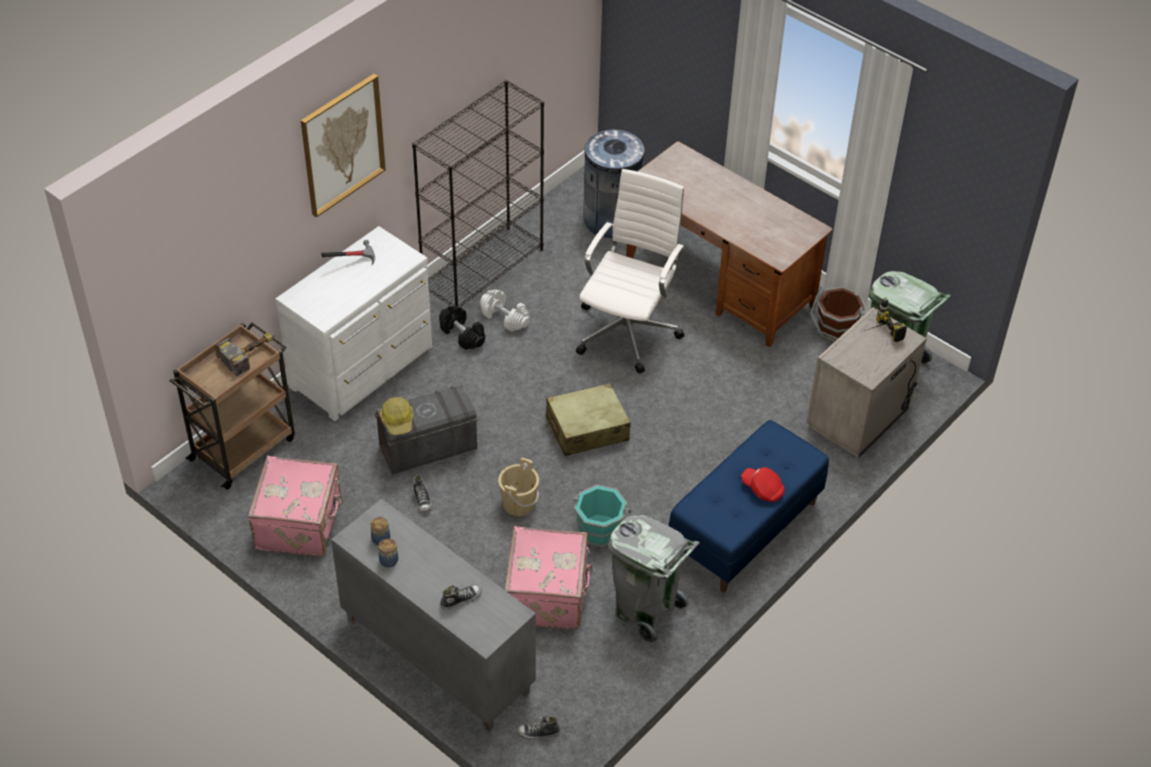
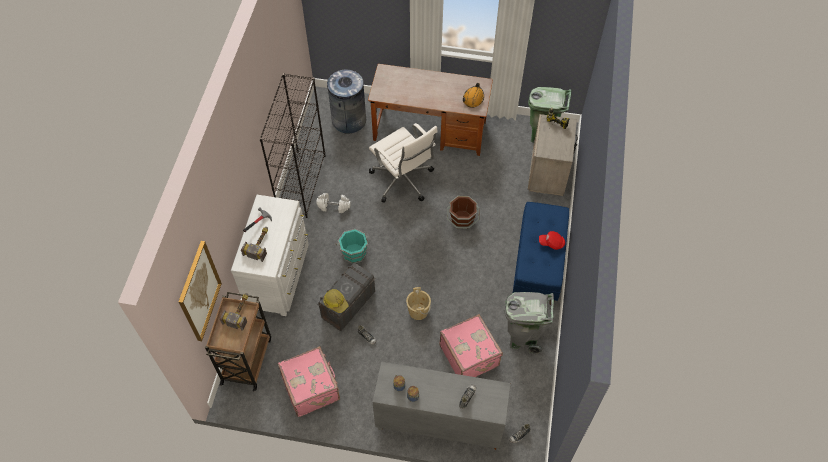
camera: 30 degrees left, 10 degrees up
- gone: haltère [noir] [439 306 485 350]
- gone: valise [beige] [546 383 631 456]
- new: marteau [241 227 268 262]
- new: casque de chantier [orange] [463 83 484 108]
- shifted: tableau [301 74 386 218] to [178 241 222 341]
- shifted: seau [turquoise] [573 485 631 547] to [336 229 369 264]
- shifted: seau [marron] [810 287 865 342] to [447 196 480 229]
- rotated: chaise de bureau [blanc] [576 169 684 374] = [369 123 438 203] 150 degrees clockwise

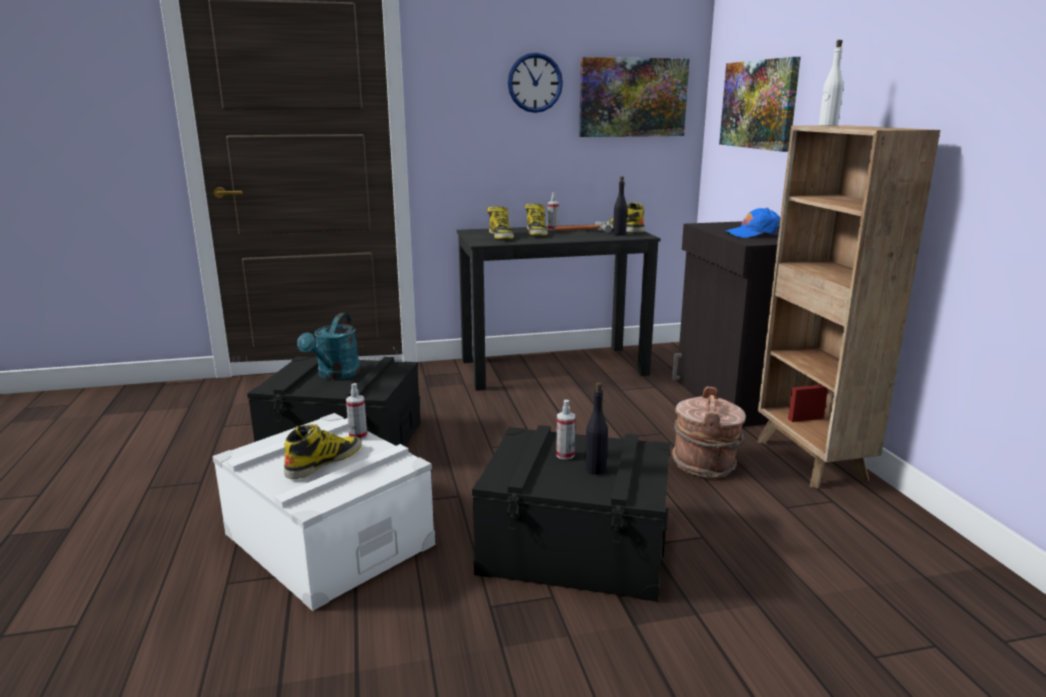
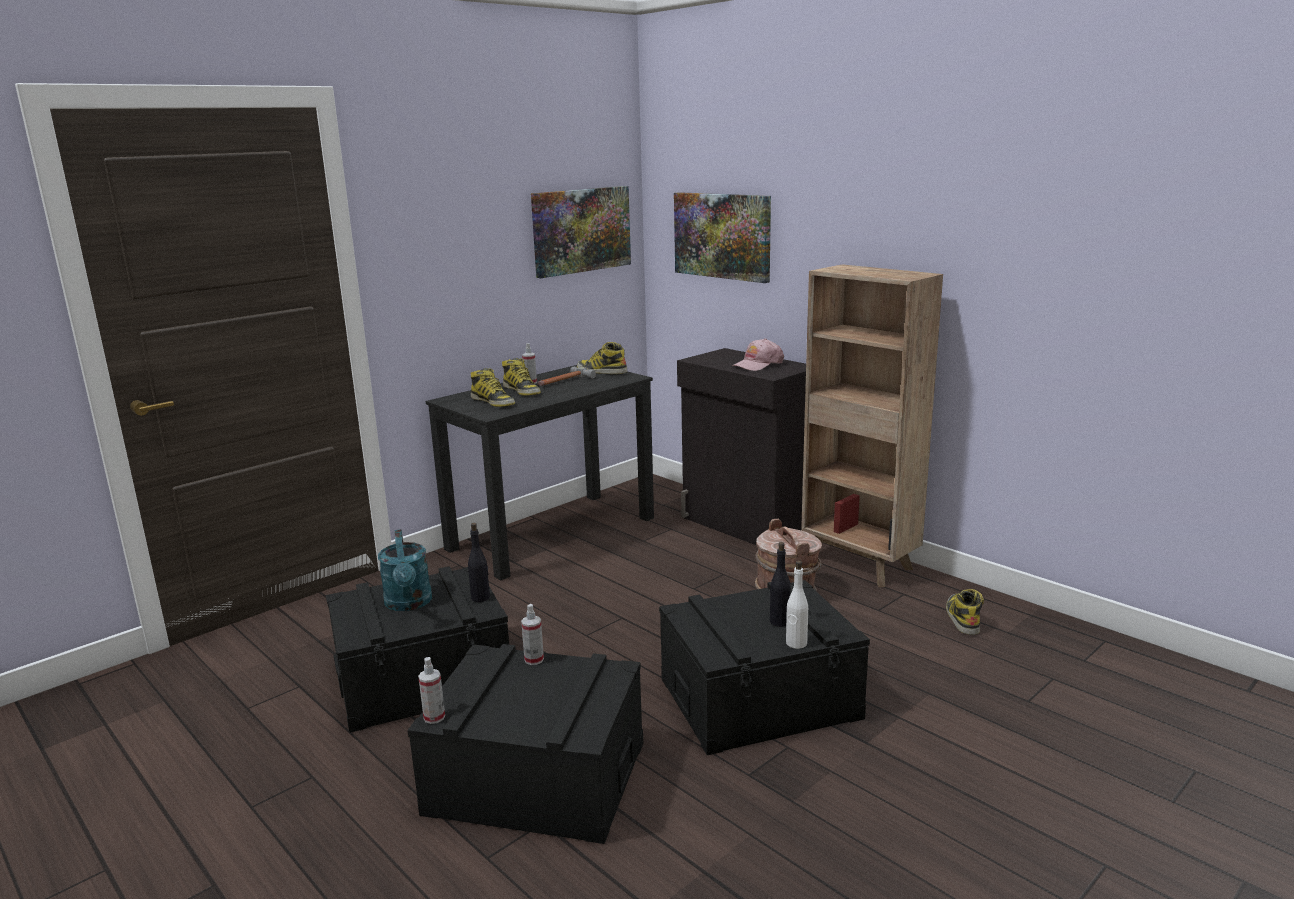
camera: 30 degrees left, 0 degrees up
- gone: horloge murale [508 53 563 113]
- shifted: botte [284 424 362 479] to [946 589 984 635]
- shifted: vaporisateur [556 400 575 460] to [418 657 445 724]
- shifted: bouteille [noir] [613 176 628 235] to [468 523 490 602]
- shifted: bouteille [blanc] [819 40 844 126] to [786 560 808 649]
- repainted: boîte de rangement [blanc] [212 413 435 611] to boîte de rangement [noir] [407 644 643 844]
- repainted: casquette [bleu] [725 208 780 238] to casquette [rose] [732 338 784 371]

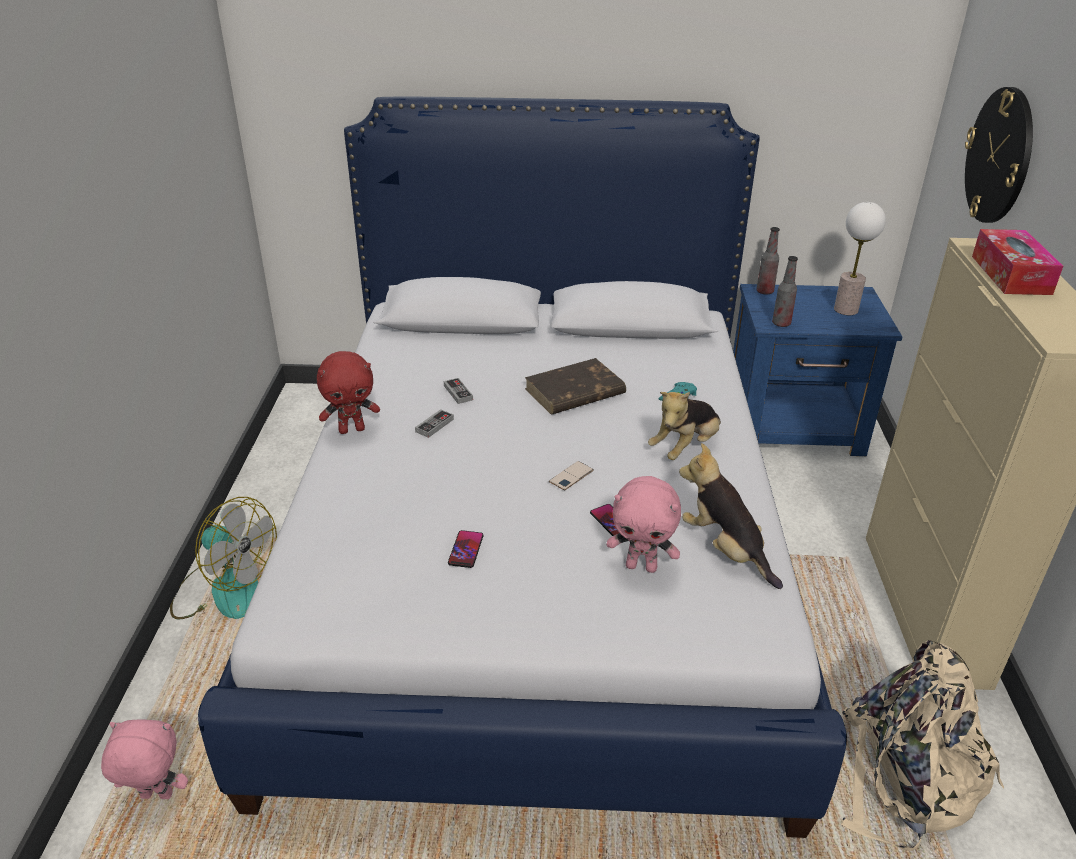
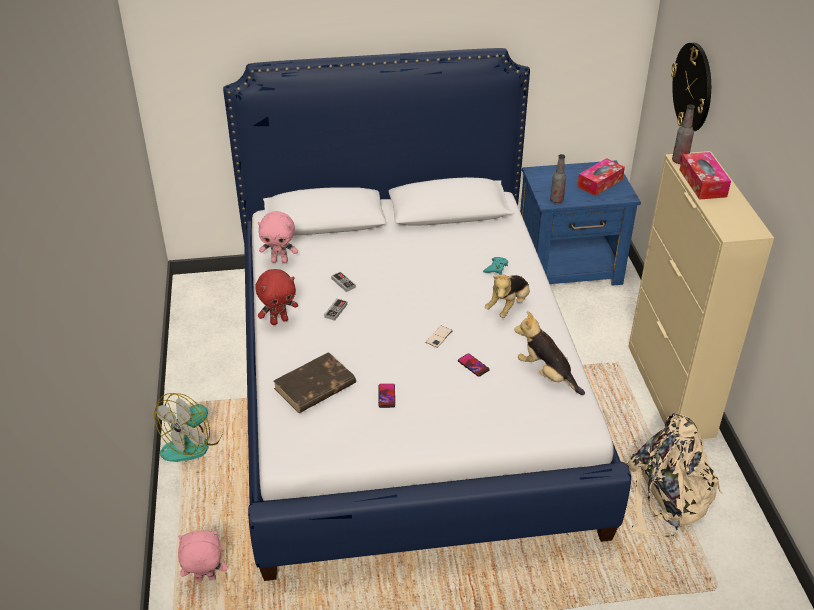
camera: 10 degrees left, 5 degrees up
- shifted: livre [marron] [525 358 626 415] to [273 352 356 413]
- shifted: peluche [rose] [606 476 681 573] to [258 211 298 263]
- shifted: bouteille [756 227 780 295] to [672 104 695 164]
- swapped: lampe de table [834 202 886 315] to boîte à mouchoirs [577 158 625 196]
- rotated: ventilateur [170 497 277 620] = [154 393 223 462] 105 degrees clockwise

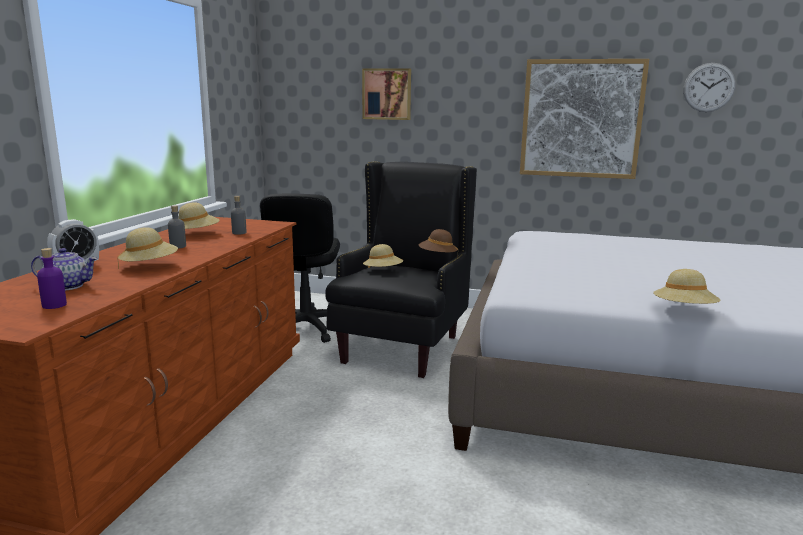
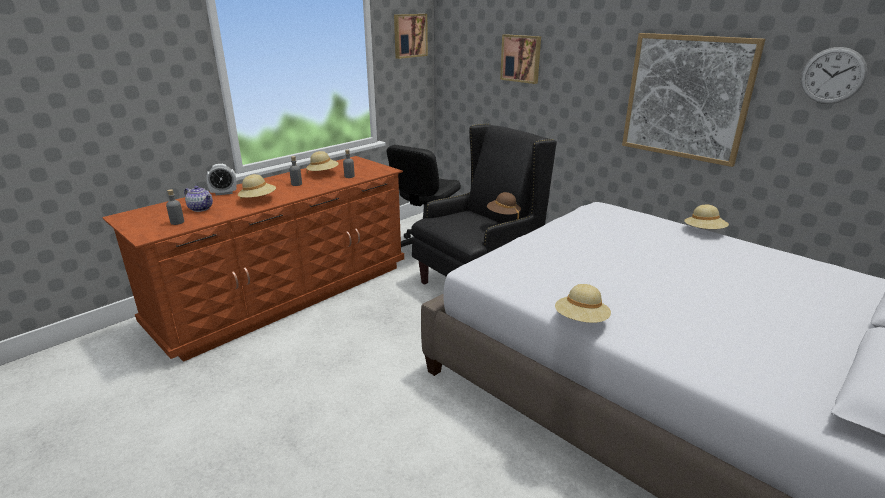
camera: 30 degrees right, 10 degrees up
- new: tableau [394 14 428 59]
- shifted: chapeau [beige] [363 244 403 268] to [684 205 729 229]
- repainted: bouteille [violet] [37 248 67 309] to bouteille [gris] [166 189 184 225]

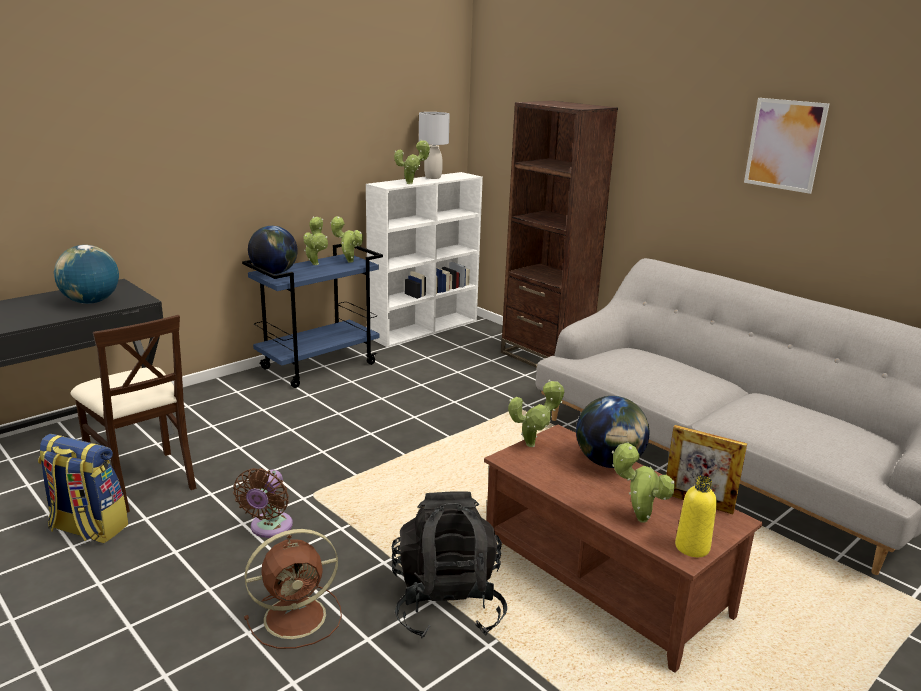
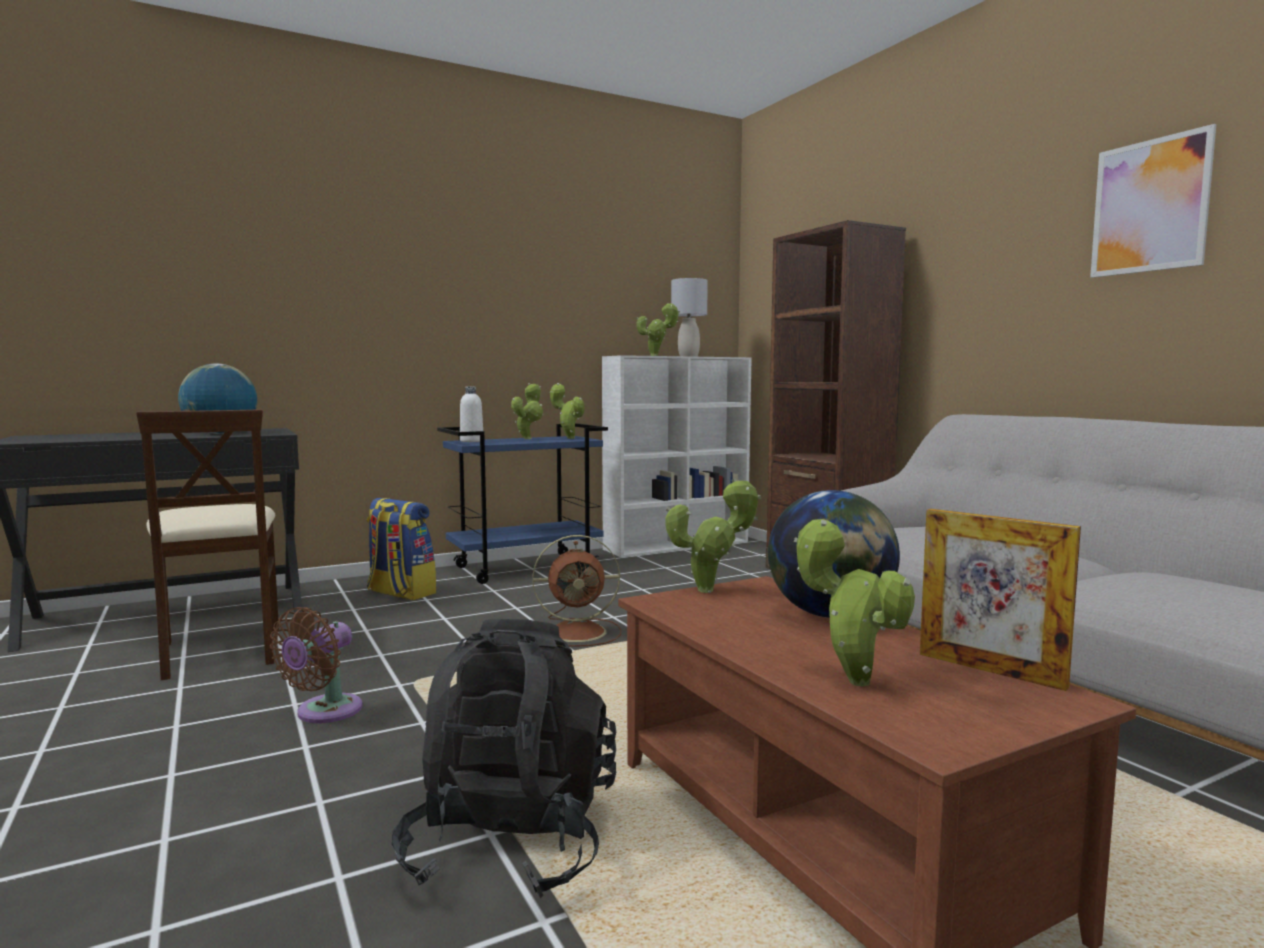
camera: 15 degrees right, 15 degrees down
- gone: bouteille [jaune] [675 476 717 557]
- shifted: sac à dos [38 434 128 543] to [367 498 436 600]
- shifted: ventilateur [marron] [244 529 342 649] to [532 535 621 647]
- swapped: globe [248 226 298 274] to bouteille [blanc] [460 387 483 442]

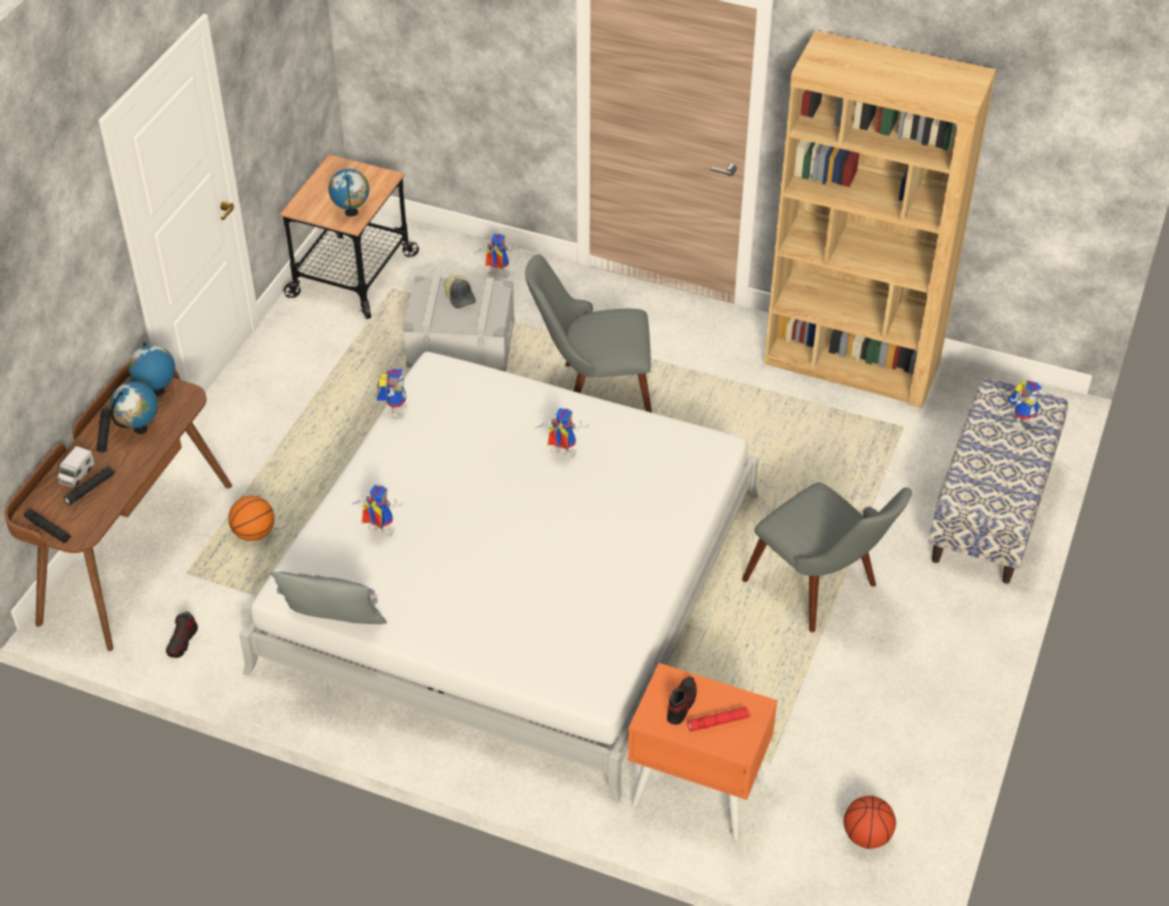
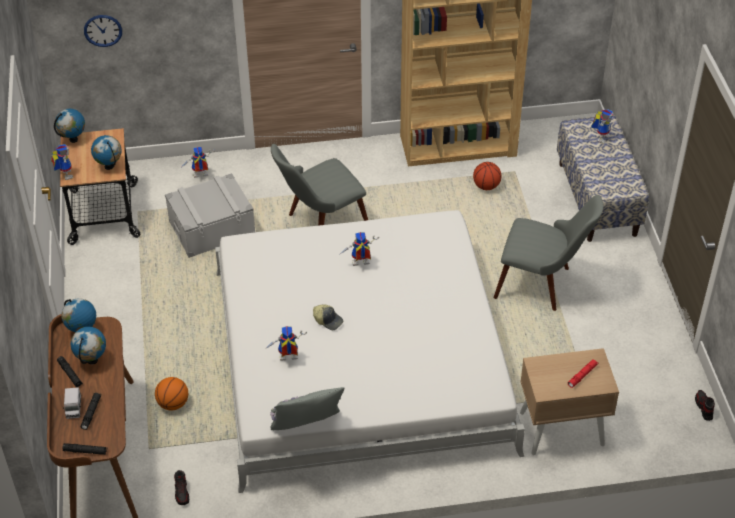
camera: 30 degrees left, 0 degrees up
- new: globe [54 109 85 143]
- new: horloge murale [84 15 122 47]
- shifted: robot jouet [376 368 408 420] to [51 144 73 180]
- shifted: casquette [444 275 476 309] to [313 304 343 330]
- shifted: chaussure [667 676 696 725] to [695 390 715 421]
- shifted: ballon de basket [844 796 896 849] to [473 162 501 190]
- repainted: table de chevet [orange] [628 663 778 840] to table de chevet [beige] [520 348 619 455]

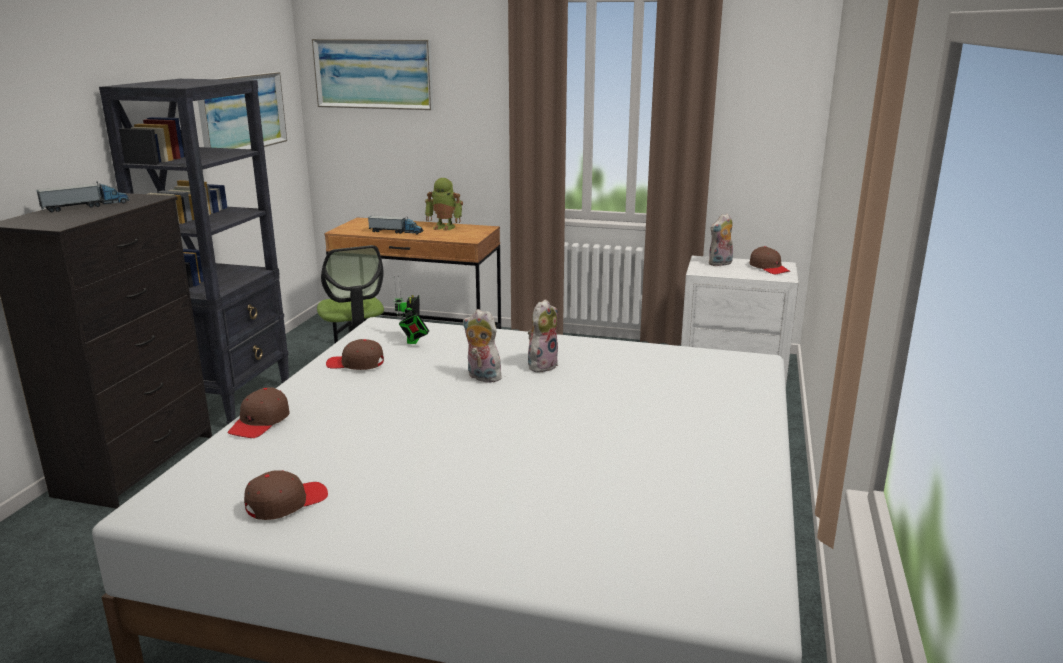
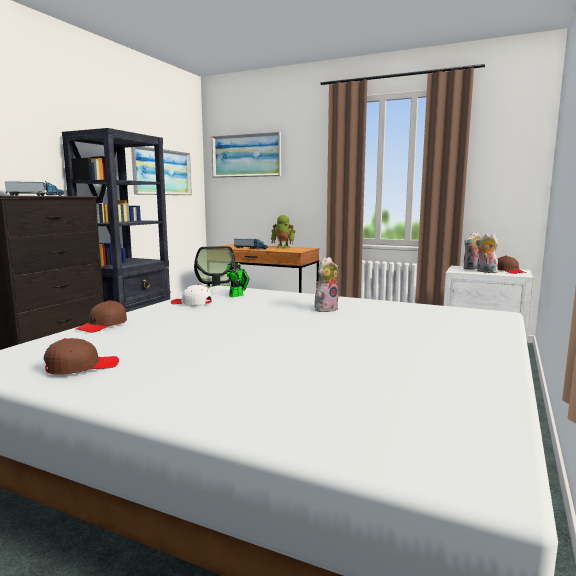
camera: 10 degrees right, 10 degrees down
- shifted: peluche [463 309 502 383] to [476 234 498 273]
- repainted: casquette [marron] [326 339 384 370] to casquette [blanc] [171 284 212 305]
- rotated: robot jouet [394 273 429 344] = [227 252 250 297] 150 degrees counterclockwise

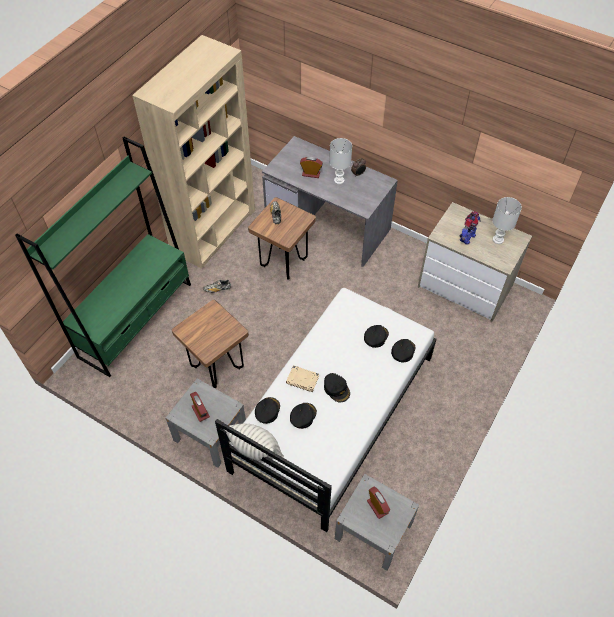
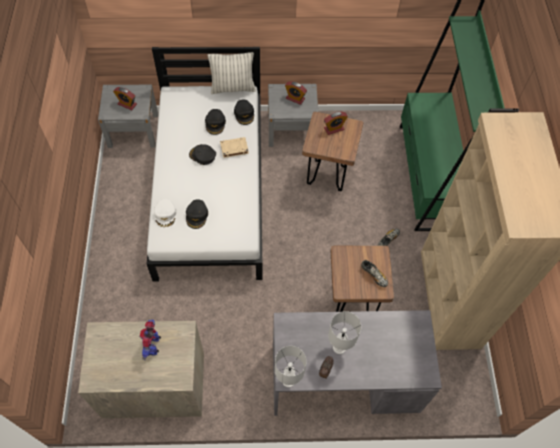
camera: 145 degrees right, 5 degrees up
- shifted: réveil [300 157 323 178] to [324 112 348 135]
- shifted: lampe de table [blanc] [492 197 522 244] to [275 346 307 387]
- repainted: casquette [noir] [391 339 415 362] to casquette [blanc] [154 199 176 228]

